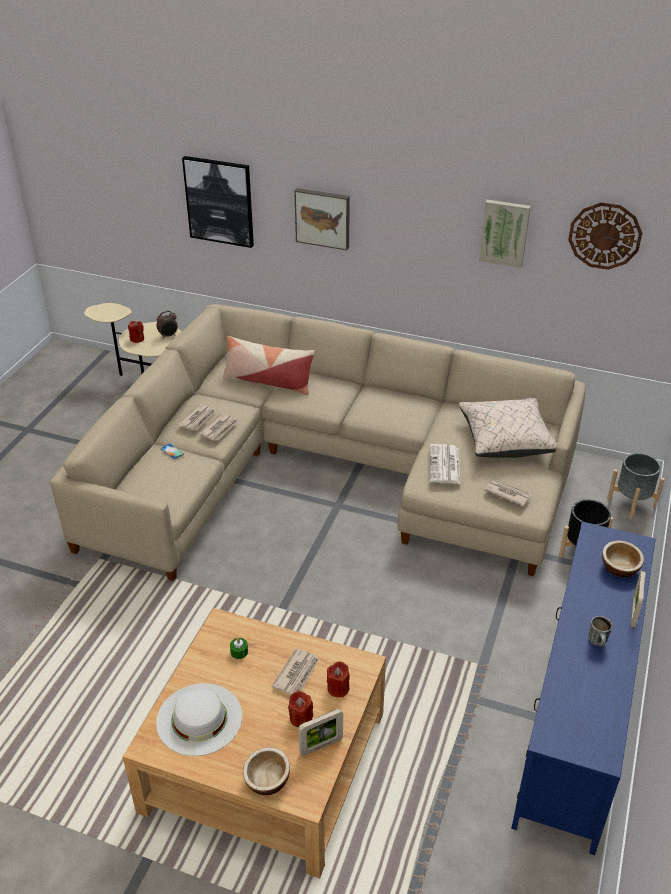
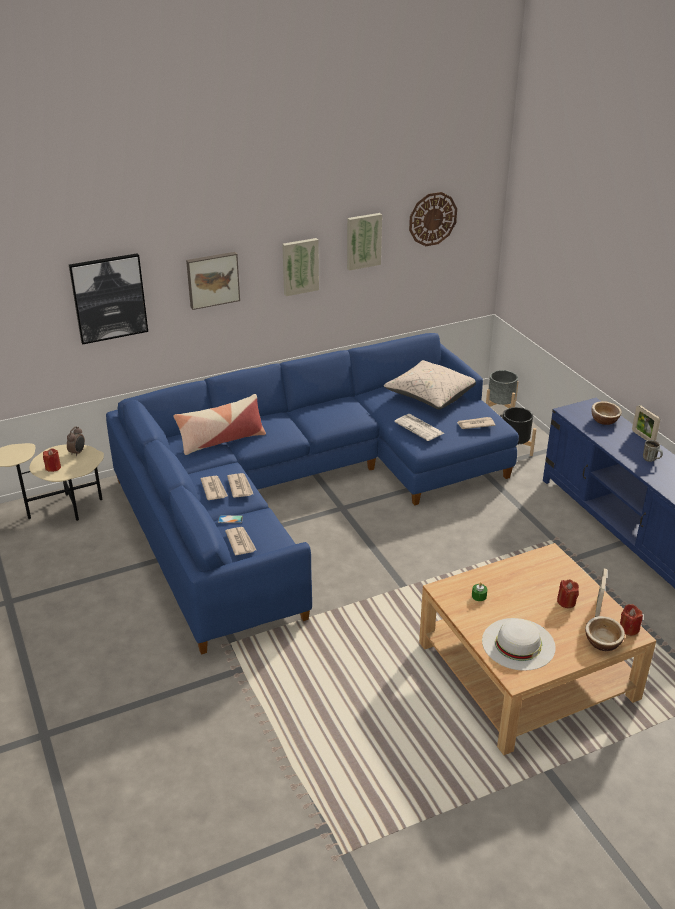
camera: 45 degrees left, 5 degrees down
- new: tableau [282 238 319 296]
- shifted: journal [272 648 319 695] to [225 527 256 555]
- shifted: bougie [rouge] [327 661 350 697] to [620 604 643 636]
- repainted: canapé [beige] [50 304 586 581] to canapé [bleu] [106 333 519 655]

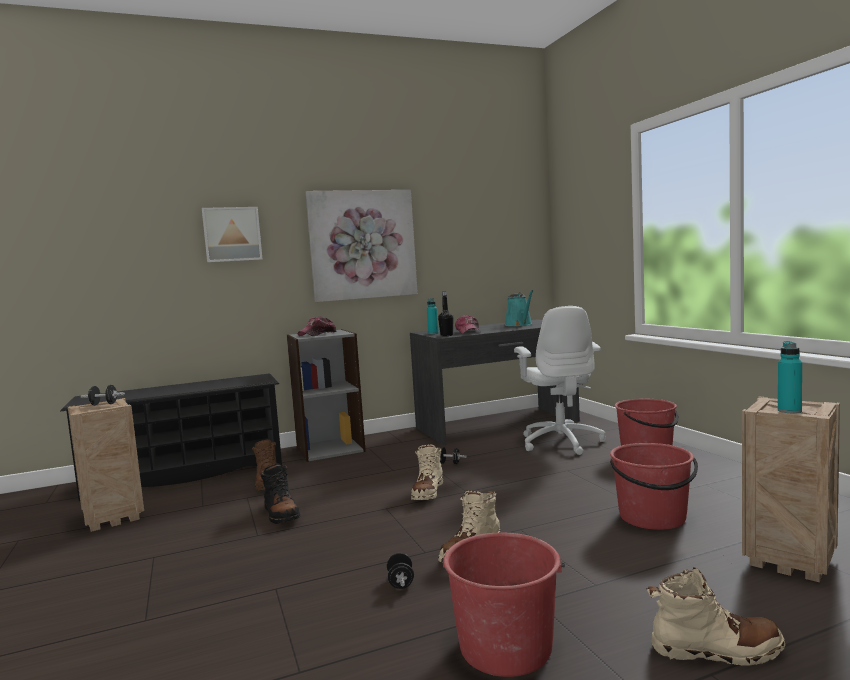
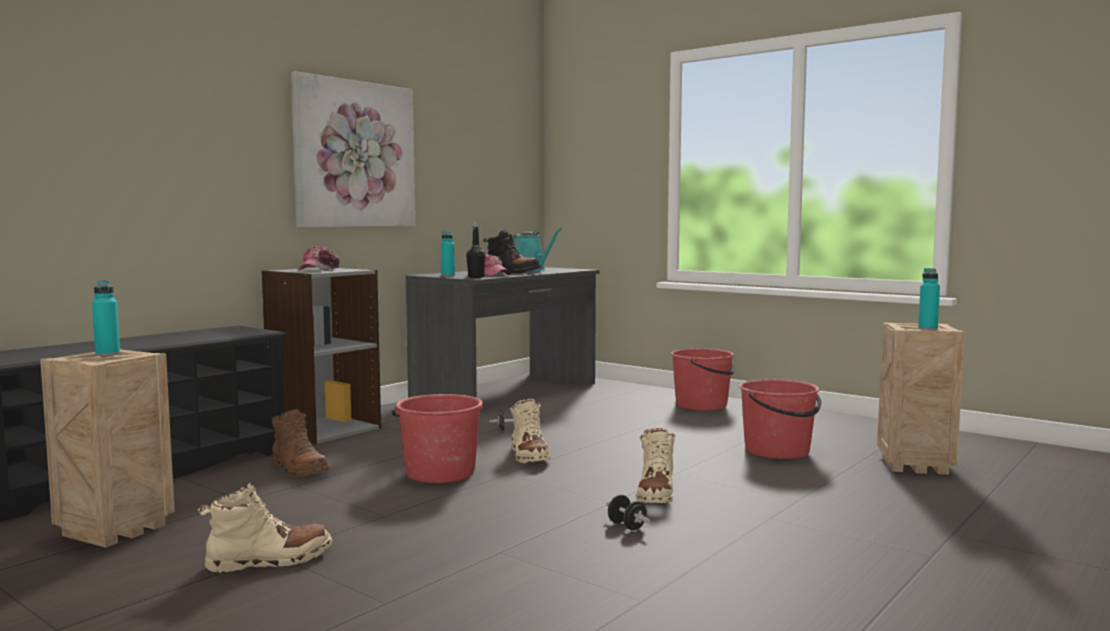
camera: 30 degrees left, 0 degrees up
- gone: tableau [202 207 262 263]
- gone: chaise de bureau [blanc] [514 306 606 455]
- shifted: botte [noir] [261 463 301 524] to [483 230 541 273]
- shifted: seau [rouge] [441 533 565 677] to [392 394 484 483]
- shifted: botte [beige] [647 567 785 666] to [198 482 332 573]
- swapped: haltère [noir] [81 385 125 405] to bouteille [turquoise] [92 280 120 356]

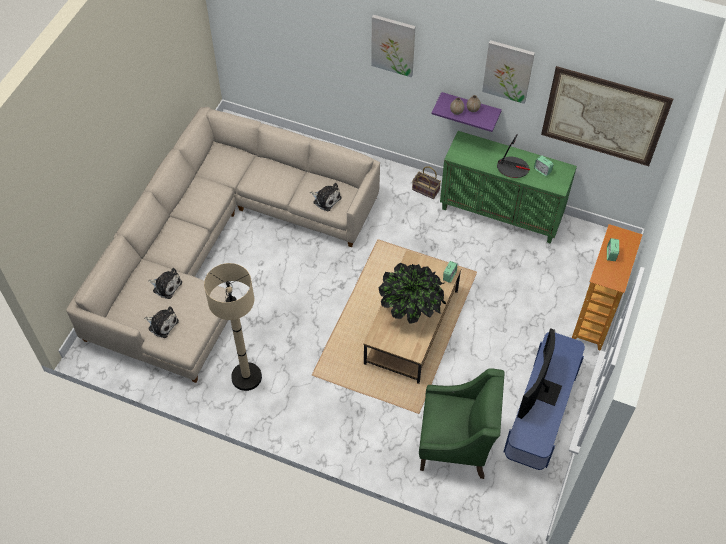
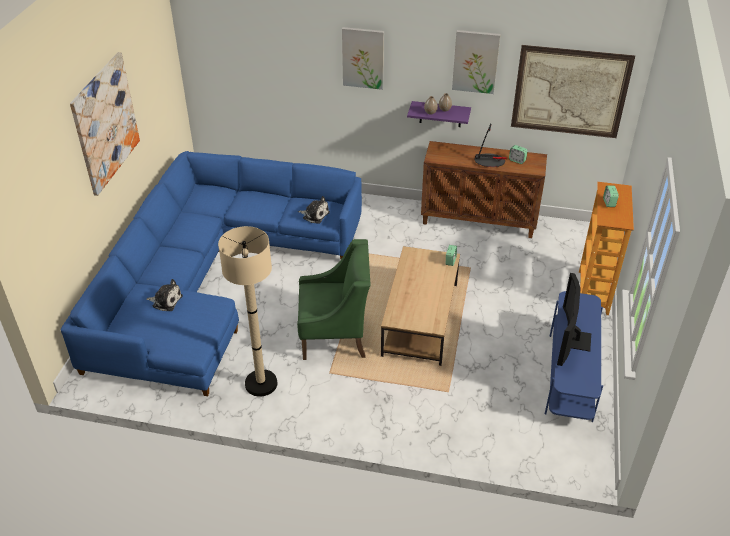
camera: 10 degrees left, 15 degrees down
- gone: peluche [144 306 179 338]
- gone: plante en pot [379 263 446 323]
- gone: panier [412 166 441 199]
- new: tableau [70 52 140 196]
- shifted: fauteuil [vert] [419 368 505 479] to [297 239 371 360]
- repainted: canapé [beige] [66 107 380 383] to canapé [bleu] [61 151 362 396]
- repainted: meuble de rangement [vert] [440 131 577 244] to meuble de rangement [marron] [421 141 547 238]

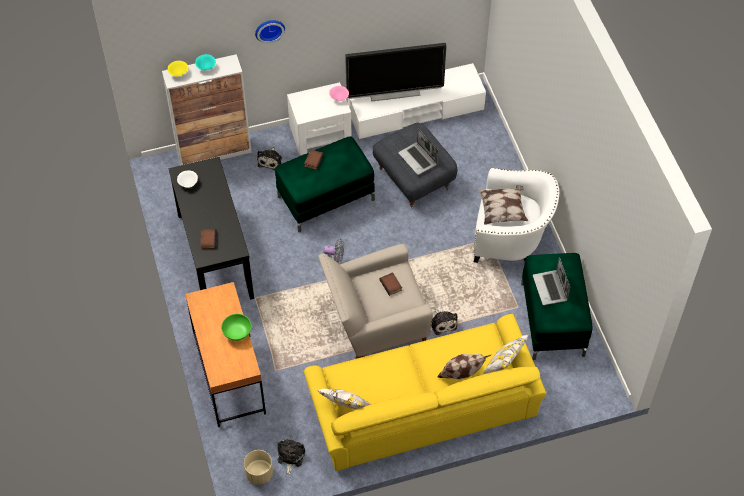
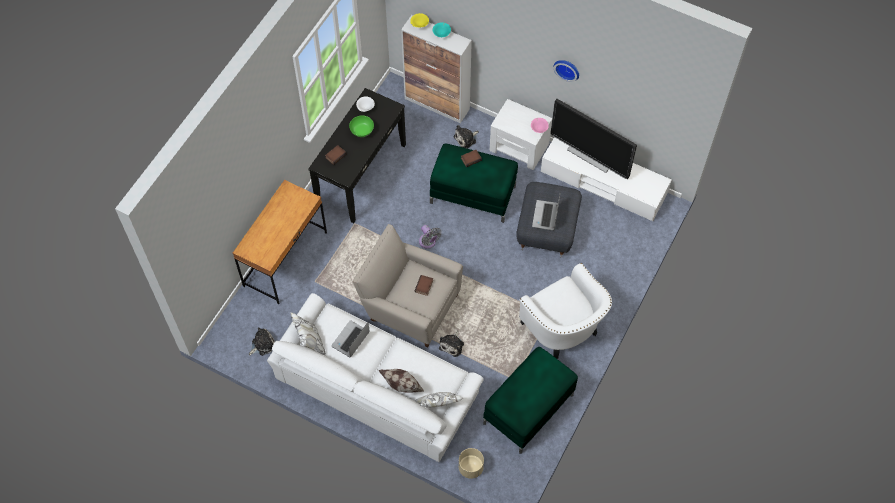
camera: 45 degrees right, 5 degrees up
- gone: coussin [478 185 528 225]
- shifted: bol [vert] [221 314 252 341] to [349 115 374 137]
- shifted: cache-pot [beige] [244 450 273 485] to [459 448 484 479]
- shifted: horloge murale [255 20 285 43] to [554 60 579 82]
- shifted: ordinateur portable [533 257 570 305] to [331 320 370 358]
- repainted: canapé [jaune] [304 314 546 471] to canapé [blanc] [267 293 484 462]

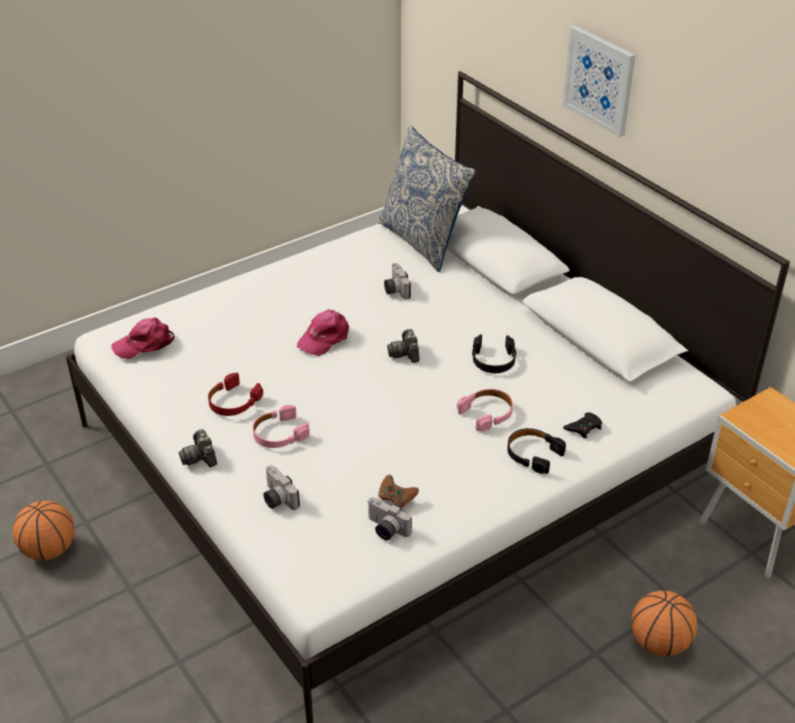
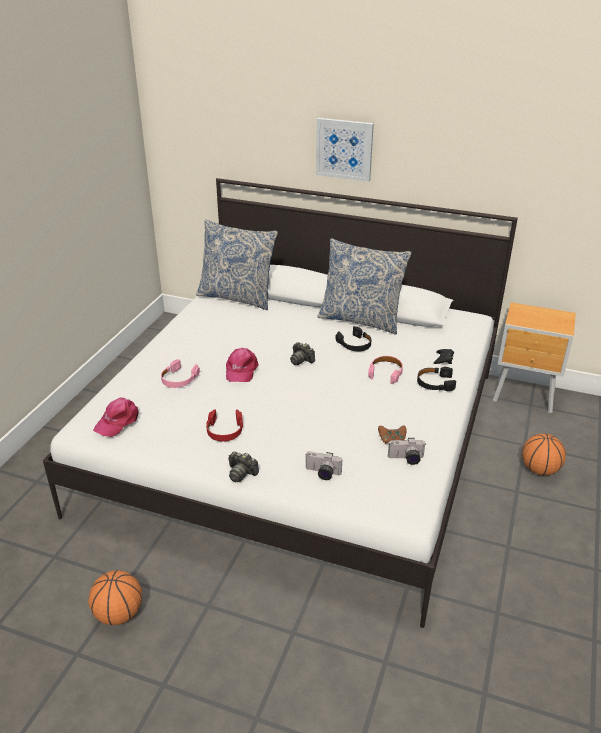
camera: 35 degrees left, 5 degrees down
- gone: appareil photo [384 263 411 300]
- new: coussin [317 238 412 335]
- shifted: casque audio [rose] [253 405 310 448] to [161 359 200 388]

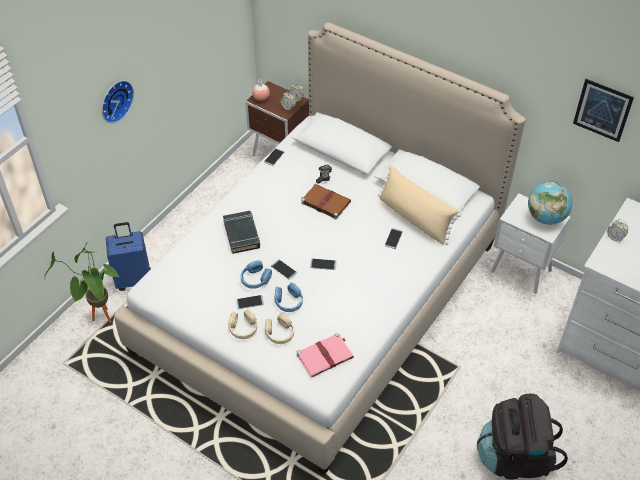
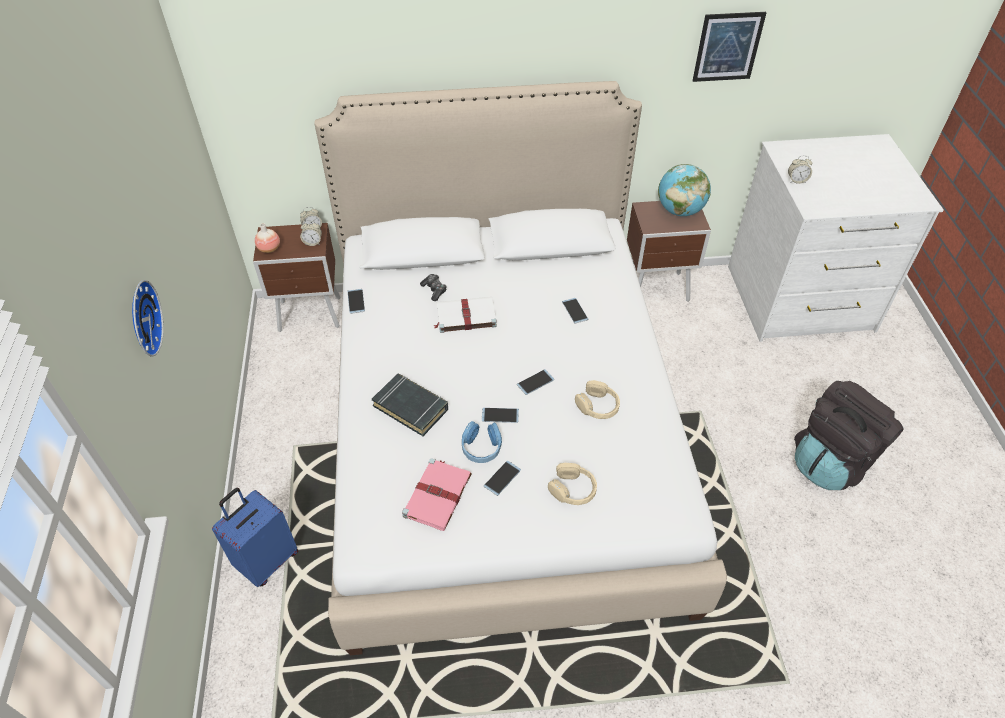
camera: 40 degrees left, 0 degrees up
- gone: plante en pot [45 243 119 323]
- gone: casque audio [bleu] [274 283 303 312]
- gone: coussin [beige] [378 166 461 245]
- shifted: casque audio [beige] [228 309 257 339] to [575 380 620 419]
- shifted: livre [rose] [297 333 354 377] to [402 458 472 531]
- repainted: livre [marron] [301 184 351 219] to livre [blanc] [434 297 497 333]
- repainted: table de chevet [blanc] [491 193 571 294] to table de chevet [marron] [627 201 711 302]

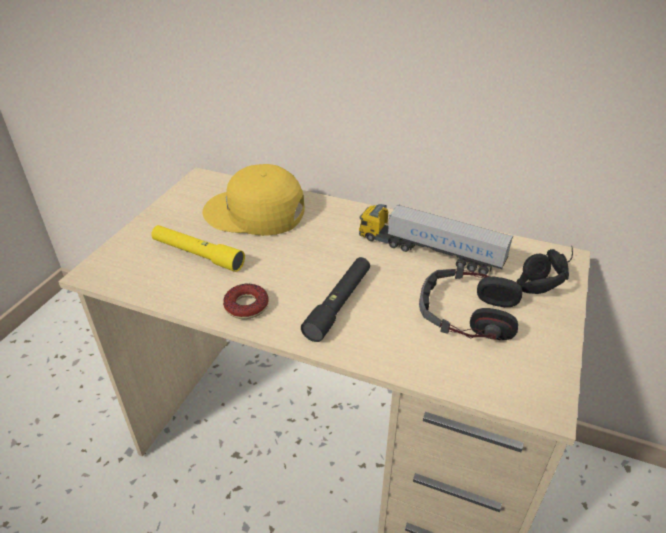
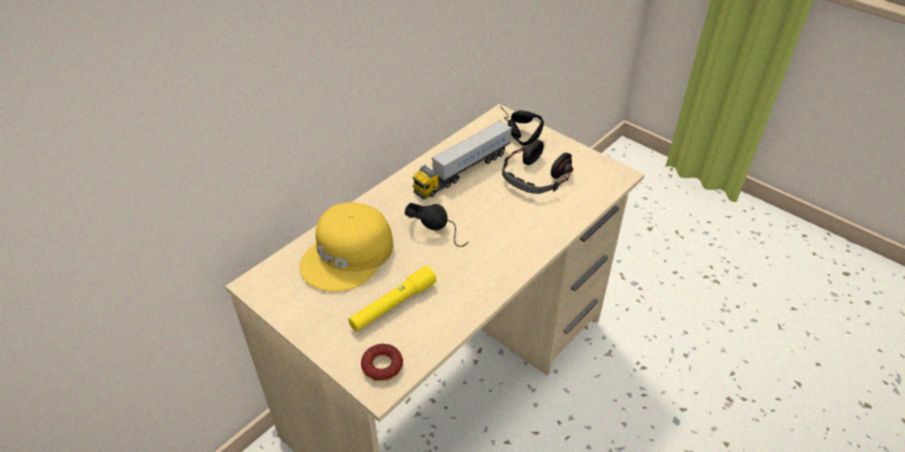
camera: 70 degrees left, 5 degrees up
- gone: lampe de poche [noir] [301 257 370 342]
- new: casque audio [noir] [405 203 468 247]
- shifted: beignet [223 284 269 319] to [361 344 403 382]

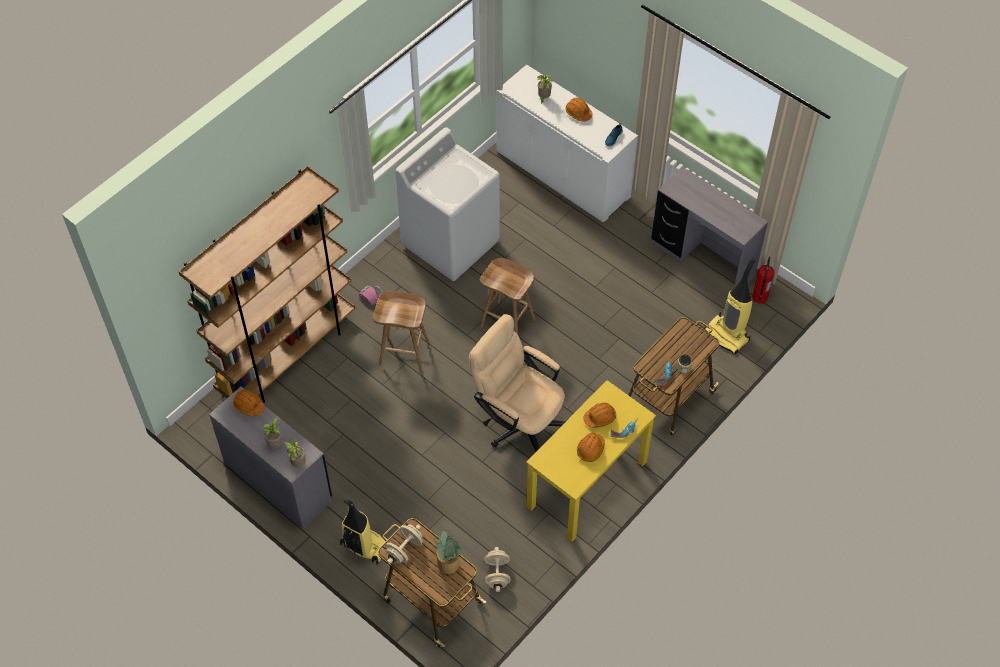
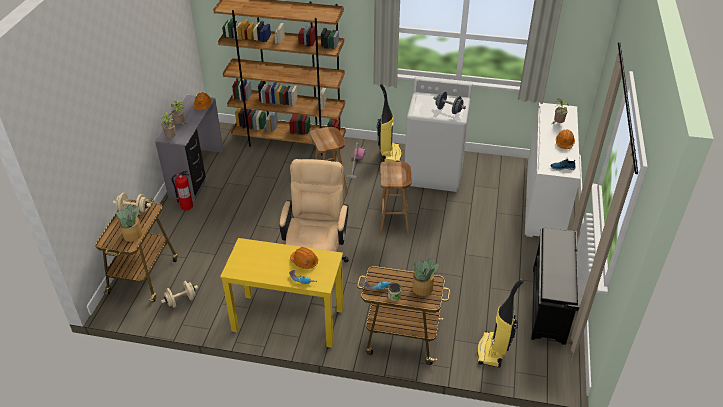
camera: 60 degrees right, 15 degrees down
- gone: casque de chantier [orange] [577 433 605 462]
- new: plante en pot [412 258 439 296]
- new: haltère [gris] [433 91 466 114]
- shifted: aspirateur [340 499 386 565] to [377 84 402 162]
- shifted: extincteur [752 257 774 304] to [171 170 193 210]
- swapped: bureau [gris] [651 167 768 287] to étagère à chaussures [noir] [531 228 579 345]

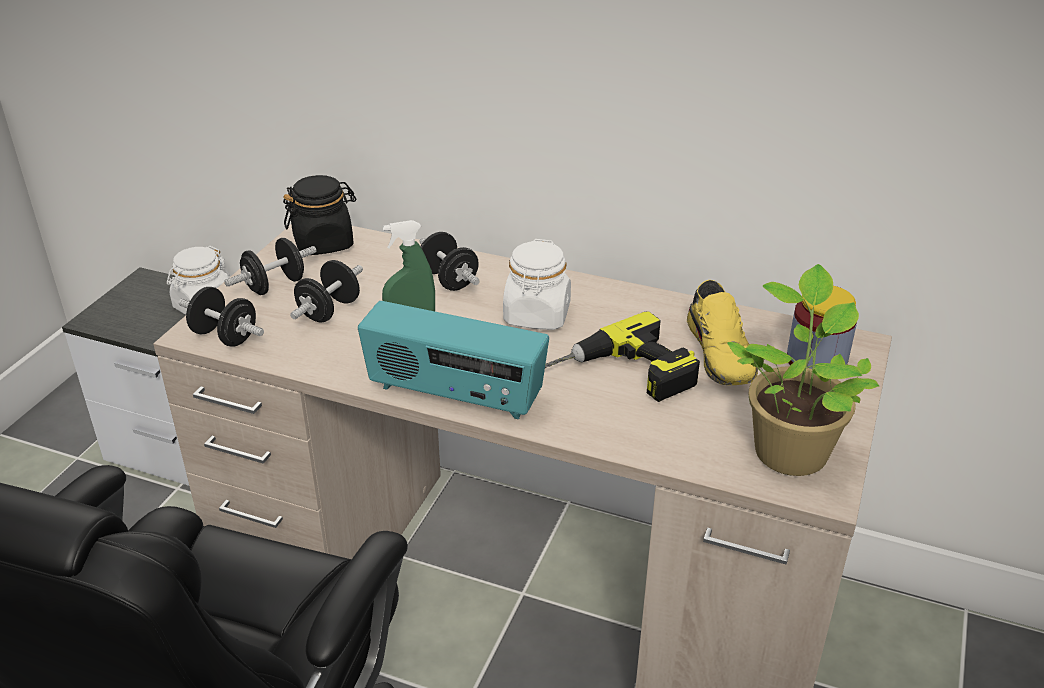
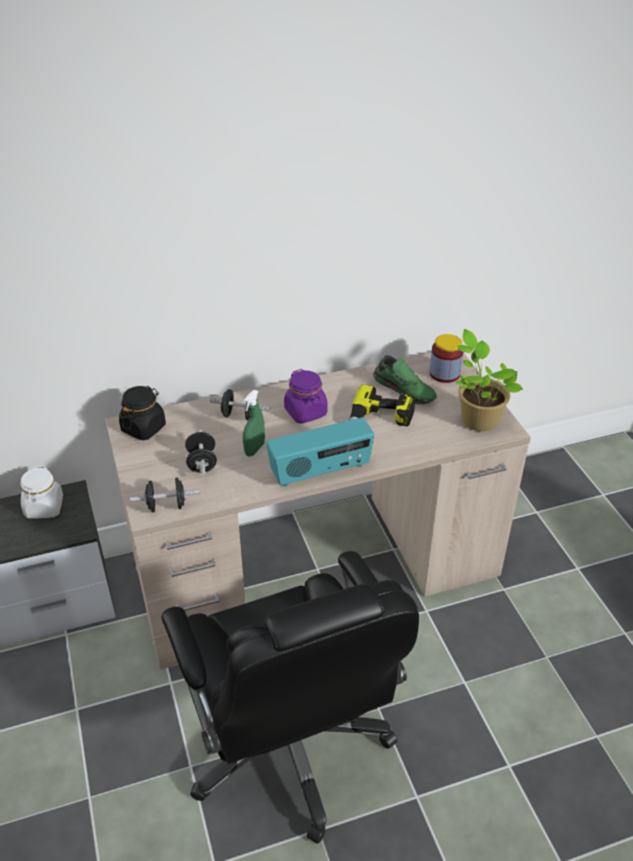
camera: 40 degrees left, 5 degrees up
- gone: haltère [noir] [224 238 317 295]
- repainted: bocal [blanc] [503 239 571 330] to bocal [violet] [284 369 328 424]
- repainted: chaussure [jaune] [687 280 758 385] to chaussure [vert] [373 355 437 405]

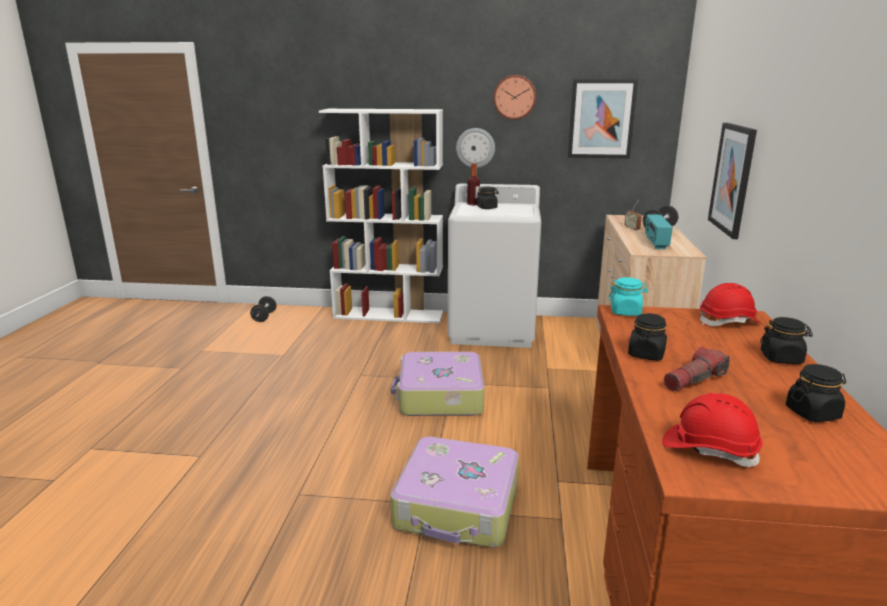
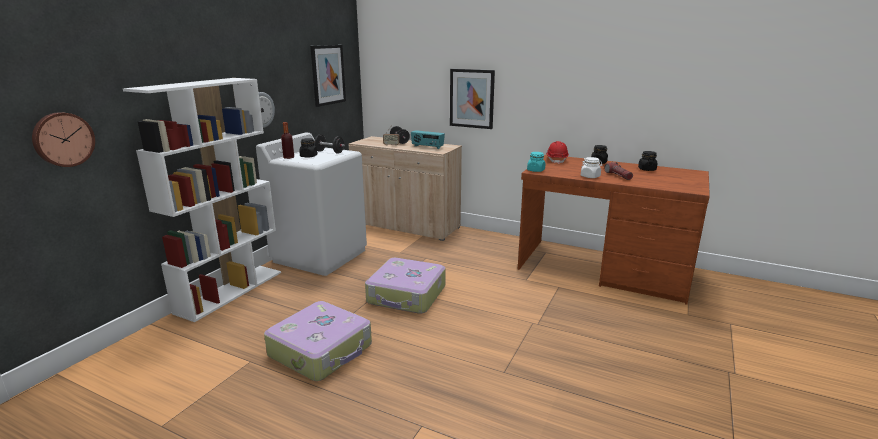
camera: 70 degrees left, 0 degrees up
- gone: casque de chantier [rouge] [662 393 762 467]
- shifted: haltère [noir] [250 296 277 322] to [314 135 345 154]
- shifted: valise [390 437 519 548] to [264 301 372 381]
- shifted: horloge murale [493 75 536 120] to [32 112 95 167]
- repainted: bocal [noir] [628 313 667 361] to bocal [blanc] [581 157 602 178]

